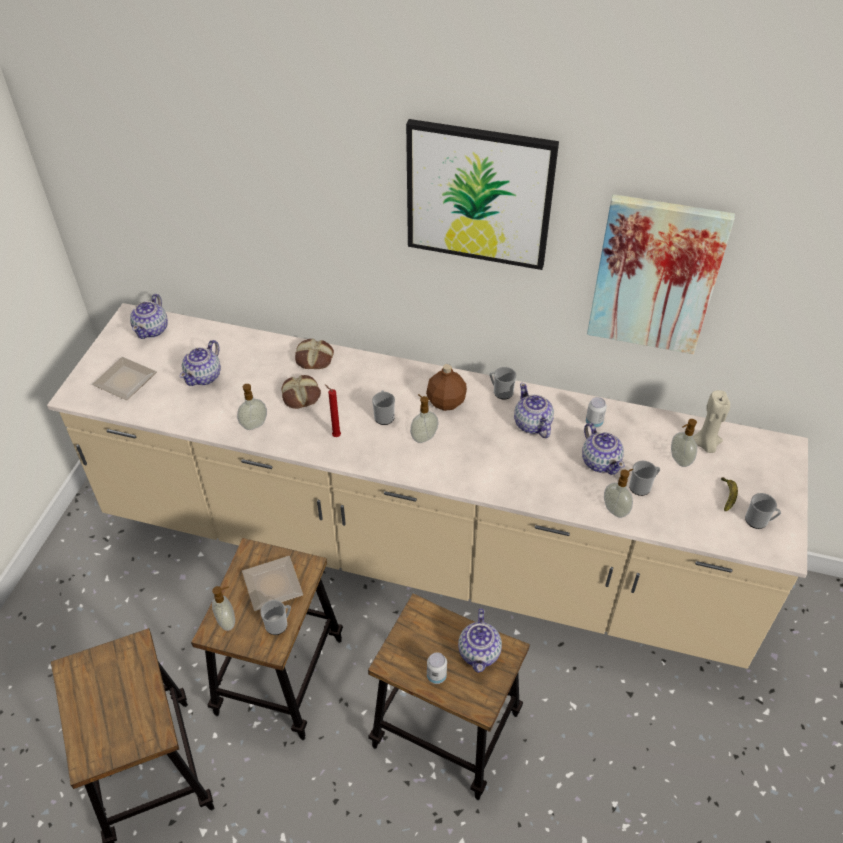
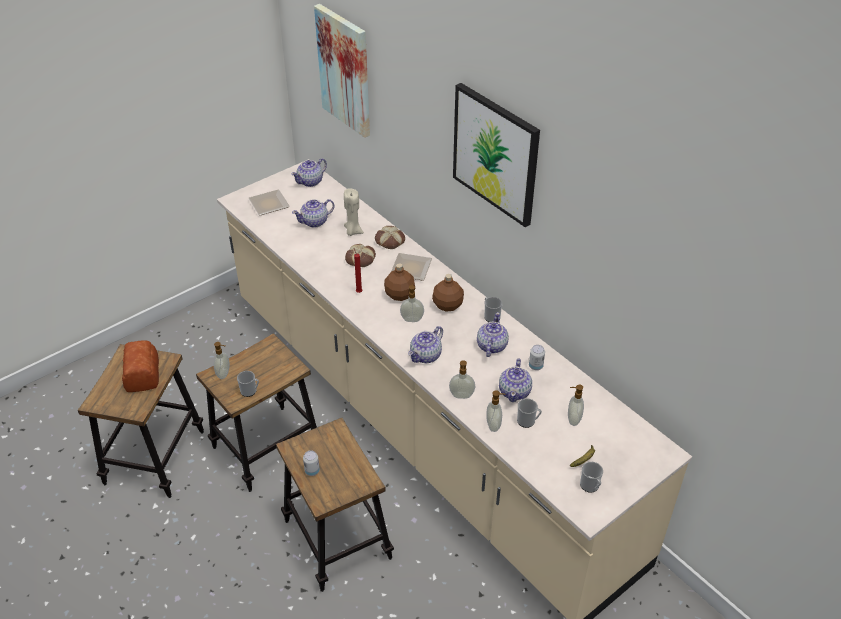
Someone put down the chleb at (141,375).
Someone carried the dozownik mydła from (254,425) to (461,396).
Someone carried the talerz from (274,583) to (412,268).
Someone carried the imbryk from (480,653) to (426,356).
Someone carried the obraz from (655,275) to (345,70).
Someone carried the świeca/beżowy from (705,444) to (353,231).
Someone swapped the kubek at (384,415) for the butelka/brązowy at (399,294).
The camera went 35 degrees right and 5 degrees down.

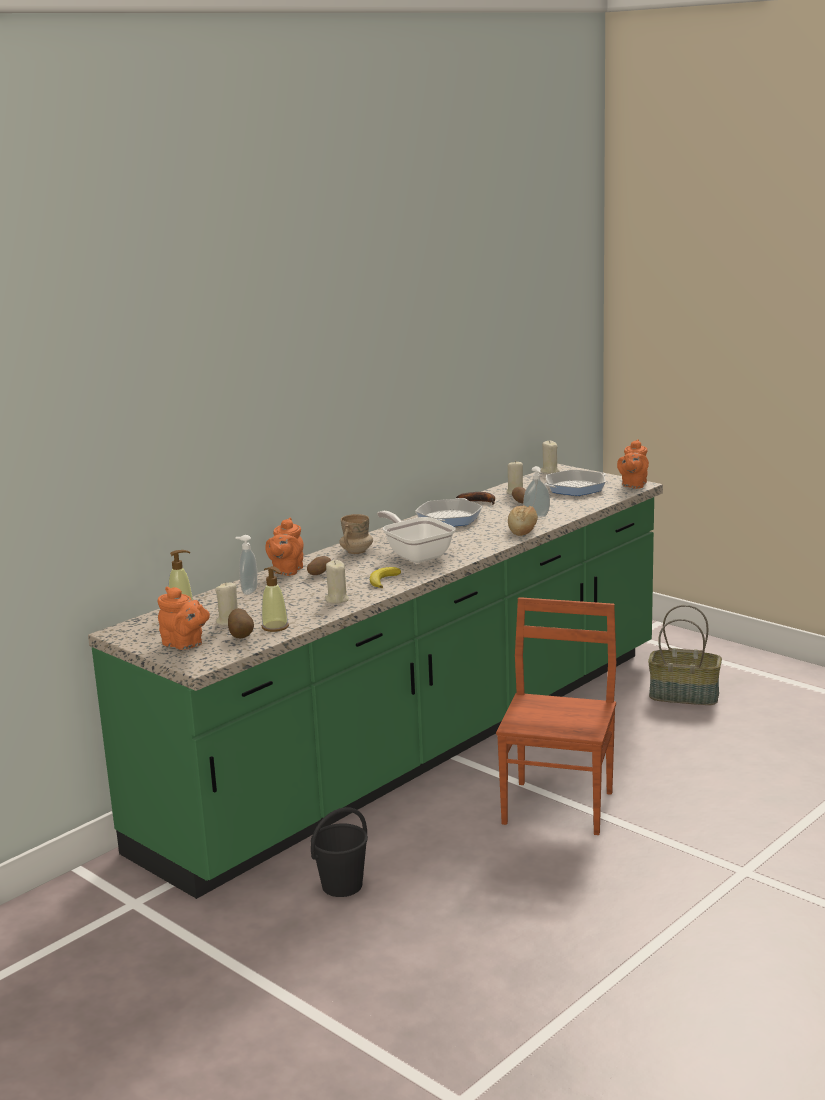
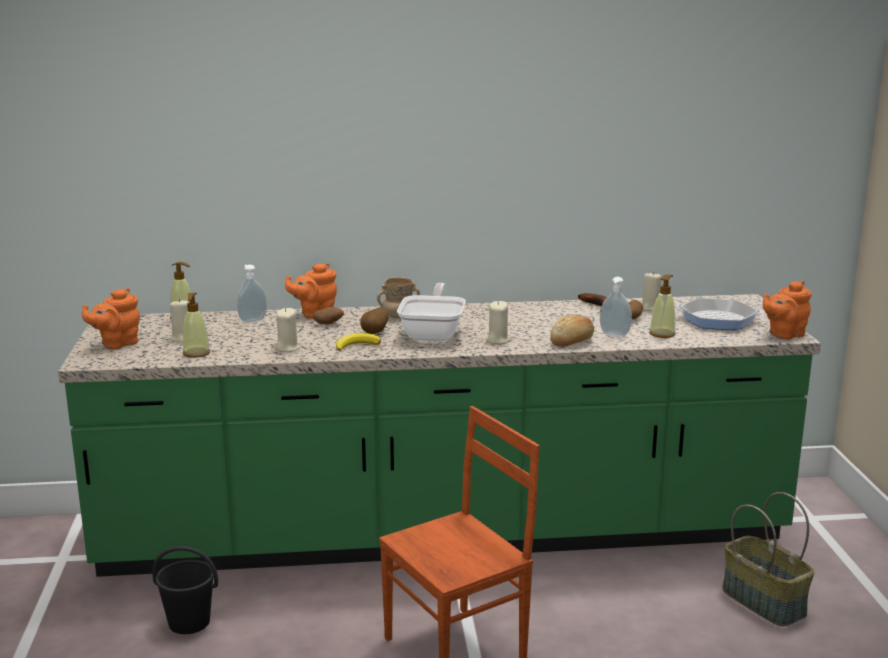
Someone took away the patelnia at (449,518).
Someone put down the dozownik mydła at (662,334).
Someone carried the ziemniak from (241,636) to (375,333).
Someone carried the świeca/beżowy from (549,471) to (497,340).
Someone rotated the imbryk/pomarańczowy at (185,644) by 60 degrees clockwise.
The camera went 40 degrees right and 0 degrees up.

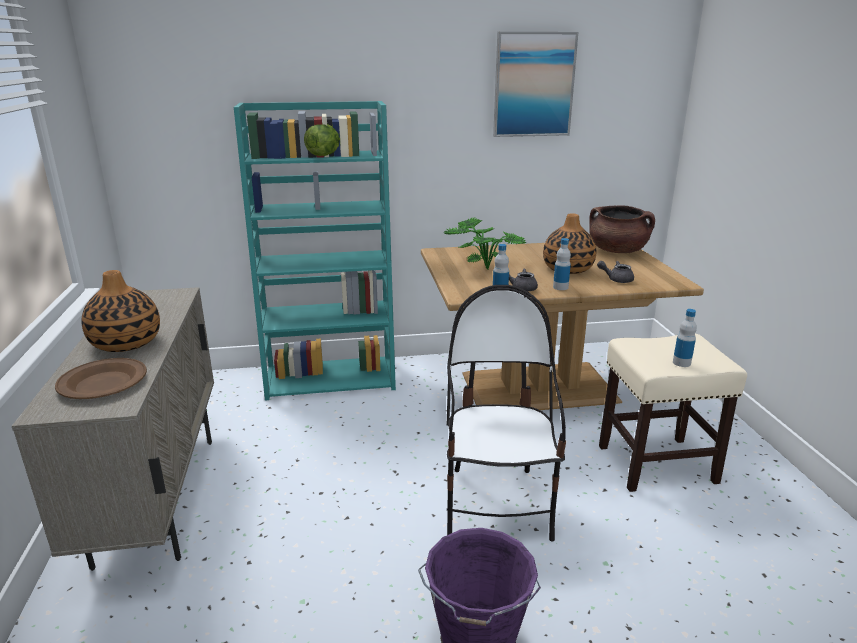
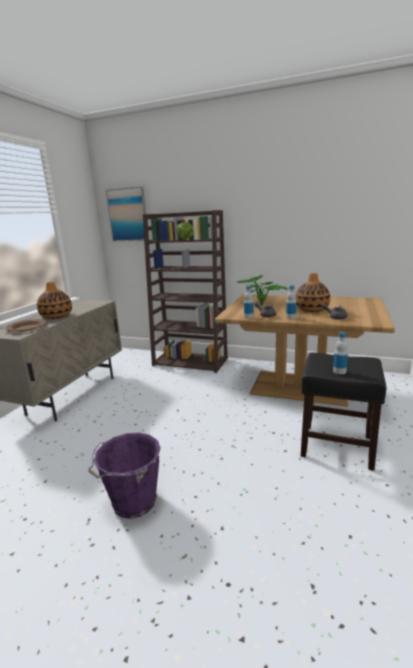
Someone took away the krzesło at (497,505).
Someone took away the garnek/brązowy at (617,251).
Someone carried the obraz from (533,85) to (128,215).
Someone repainted the regał/turkusowy at (332,378), which became the regał/brązowy at (191,362).
Someone repainted the stołek/beżowy at (655,464), which became the stołek/czarny at (335,446).
The camera went 30 degrees right and 5 degrees down.

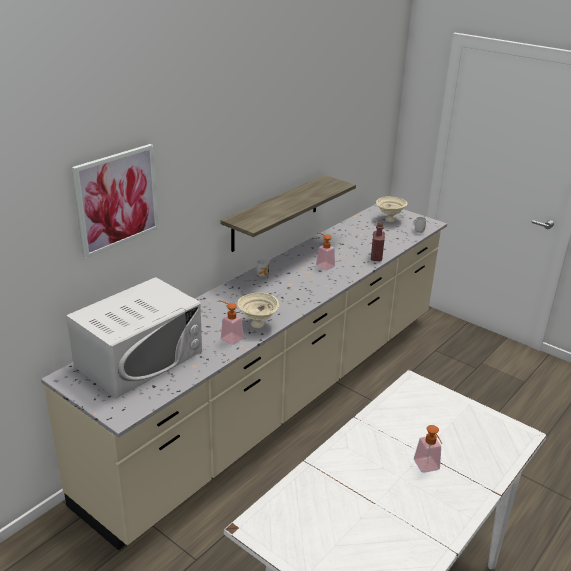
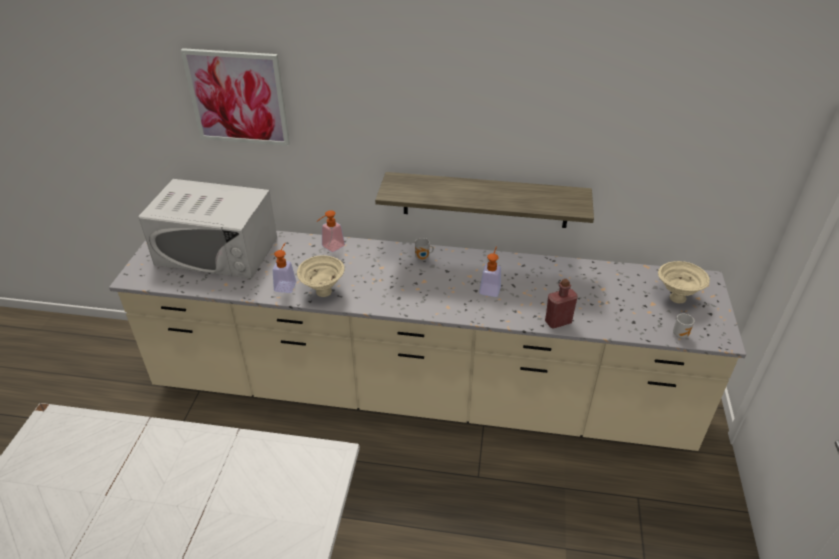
Someone carried the dozownik mydła from (428,468) to (330,248).
The camera went 60 degrees right and 10 degrees up.

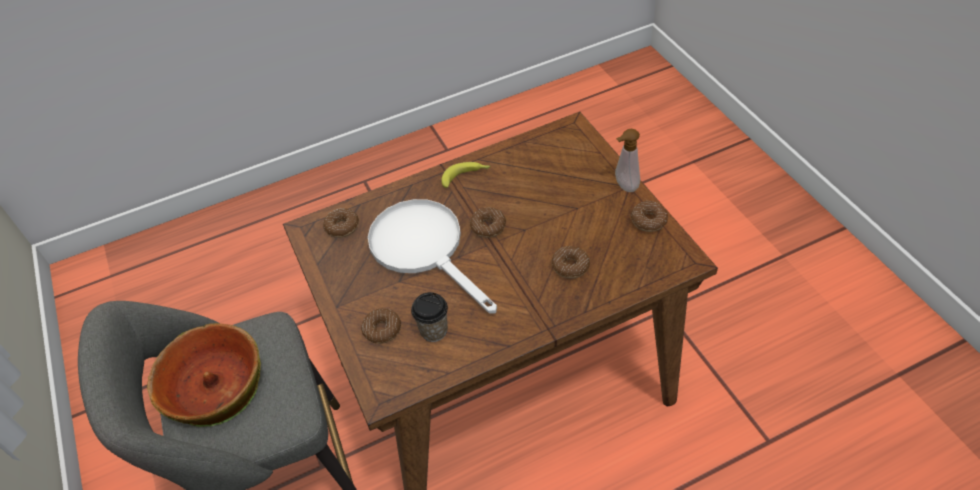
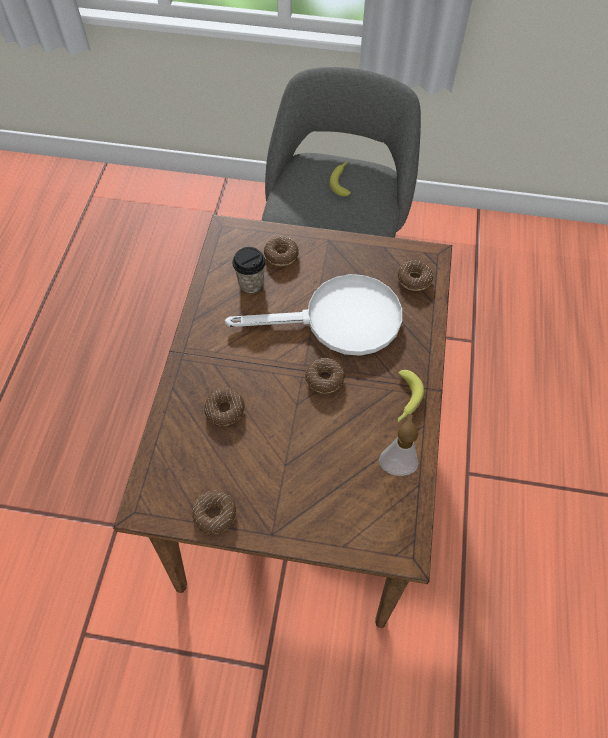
Someone carried the dozownik mydła from (624,186) to (396,465).
Someone swapped the miska at (214,386) for the banan at (342,181).
The camera went 120 degrees right and 10 degrees up.

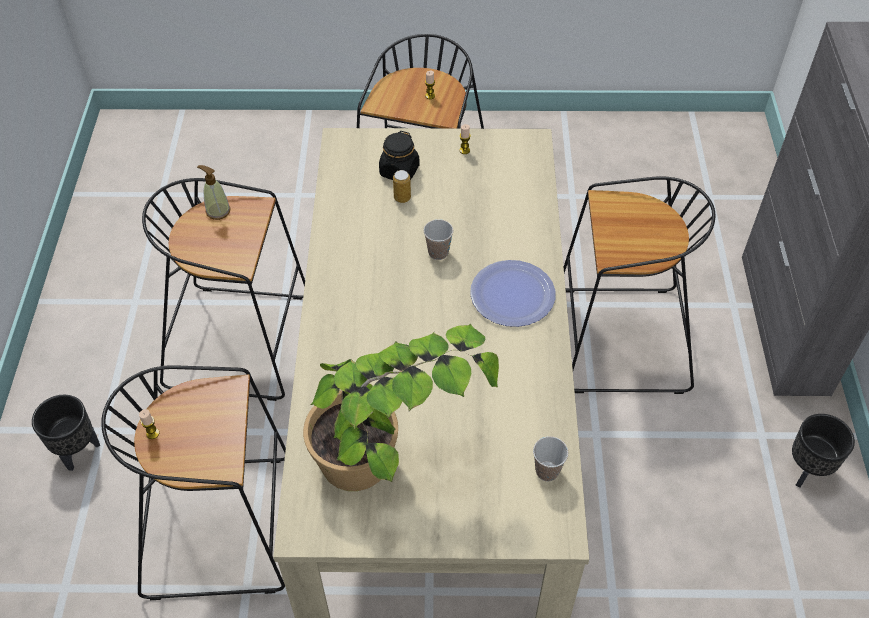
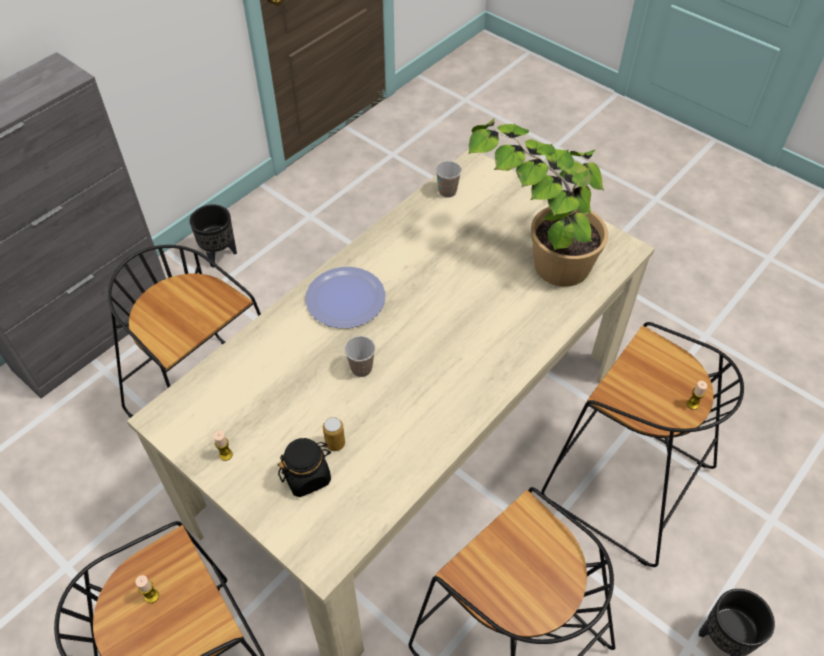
Someone took away the dozownik mydła at (218,211).
The camera went 140 degrees left and 0 degrees up.

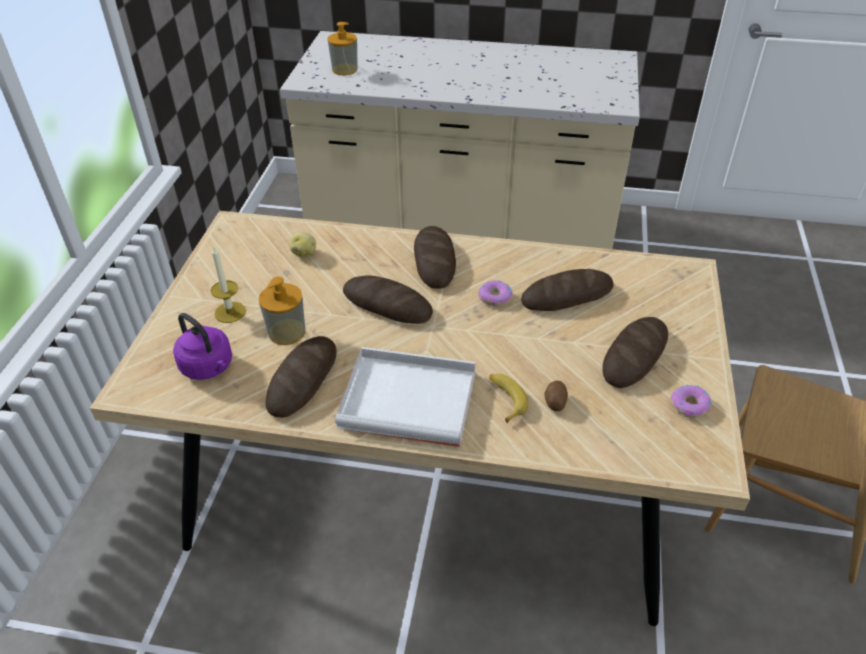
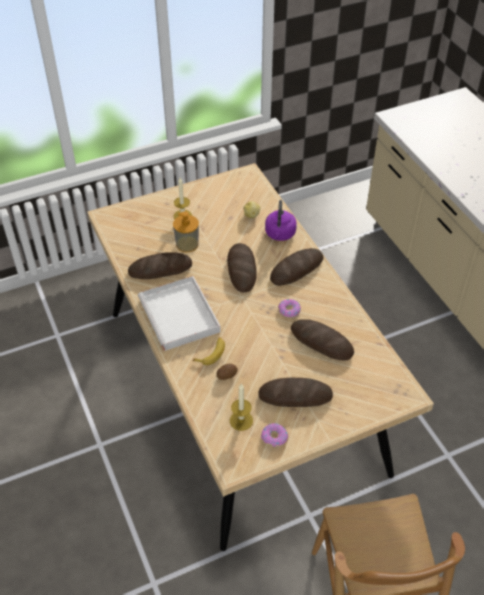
Someone took away the dozownik mydła at (344,69).
Someone put down the świeca at (241,420).
Someone carried the czajnik/fioletowy from (209,367) to (280,234).
The camera went 55 degrees right and 5 degrees up.

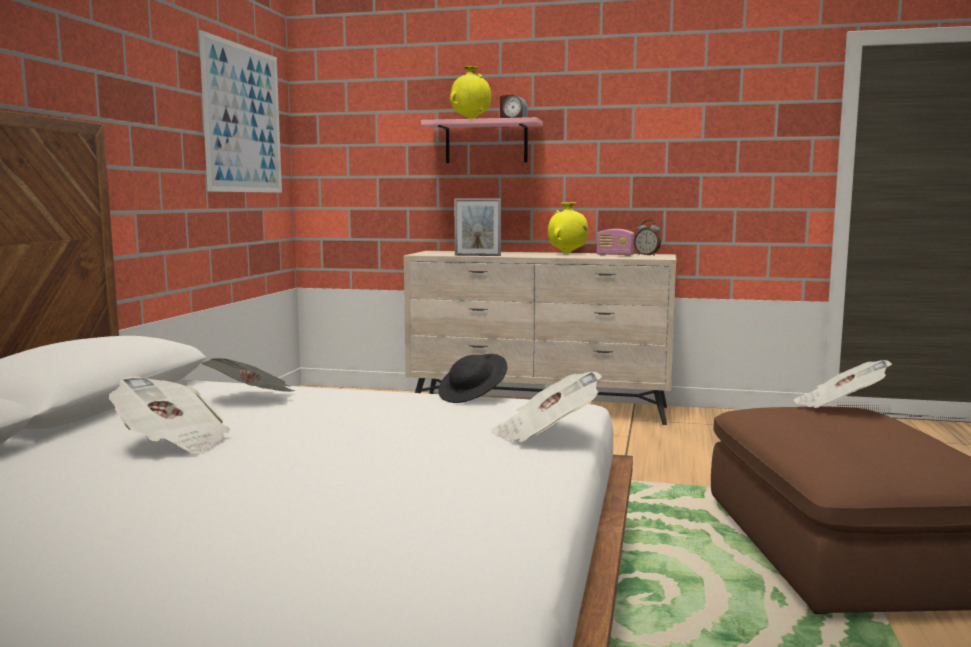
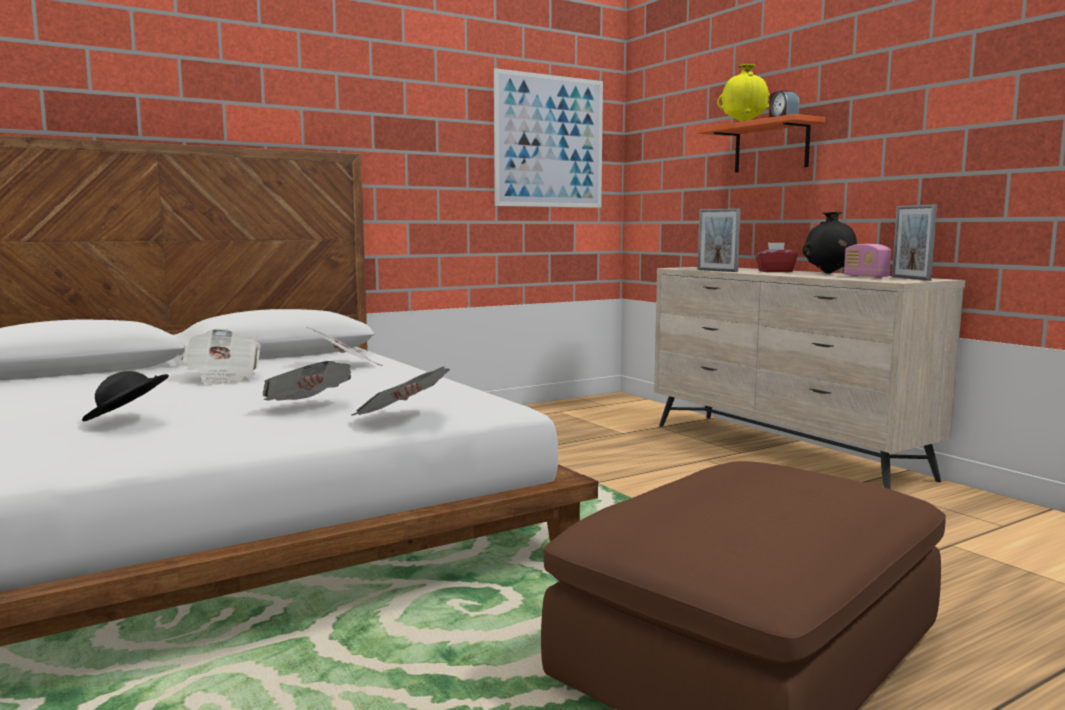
Someone put down the pudełko chusteczek/czerwony at (775,271).
Someone carried the kapelusz/czarny from (473,396) to (127,419).
Someone carried the gazeta from (839,406) to (308,407).
Someone swapped the budzik at (647,255) for the ramka na zdjęcie at (910,278).
Someone repainted the półka/różowy at (486,142), which became the półka/pomarańczowy at (771,147).
Someone repainted the wazon/żółty at (567,253), which became the wazon/czarny at (829,273).
The camera went 45 degrees right and 0 degrees up.

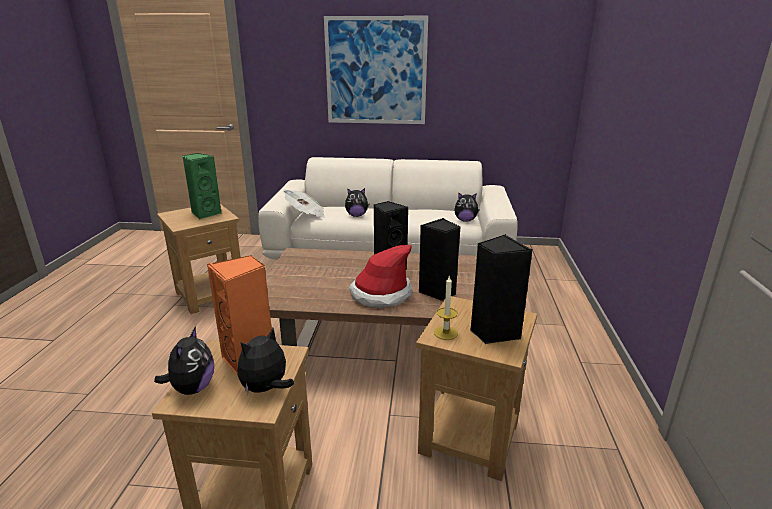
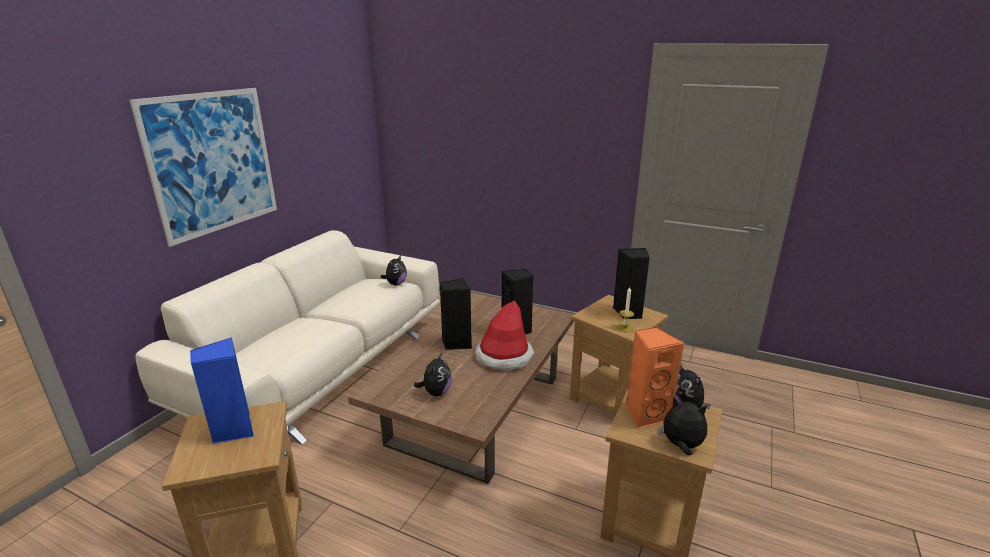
Someone took away the gazeta at (306,214).
Someone carried the pluszak from (356,215) to (436,392).
Someone repainted the głośnik/zielony at (205,214), which became the głośnik/niebieski at (232,430).
The camera went 70 degrees left and 0 degrees up.

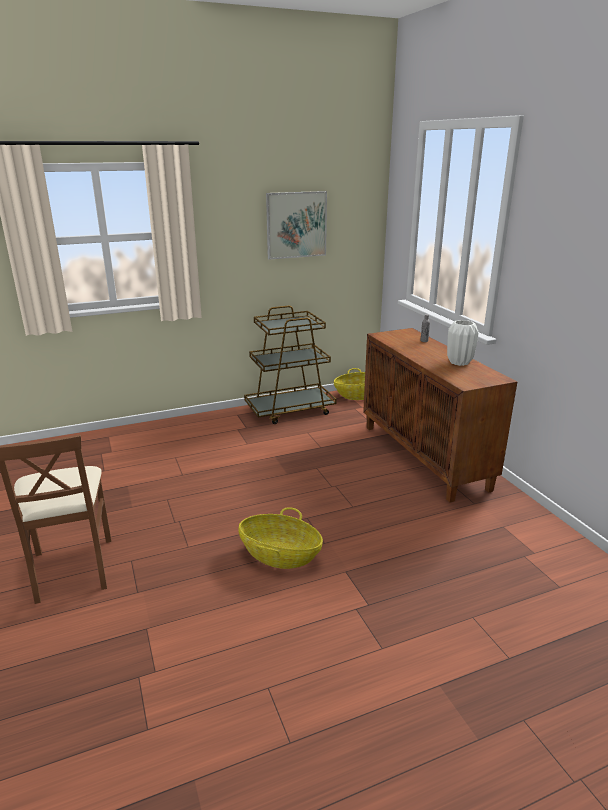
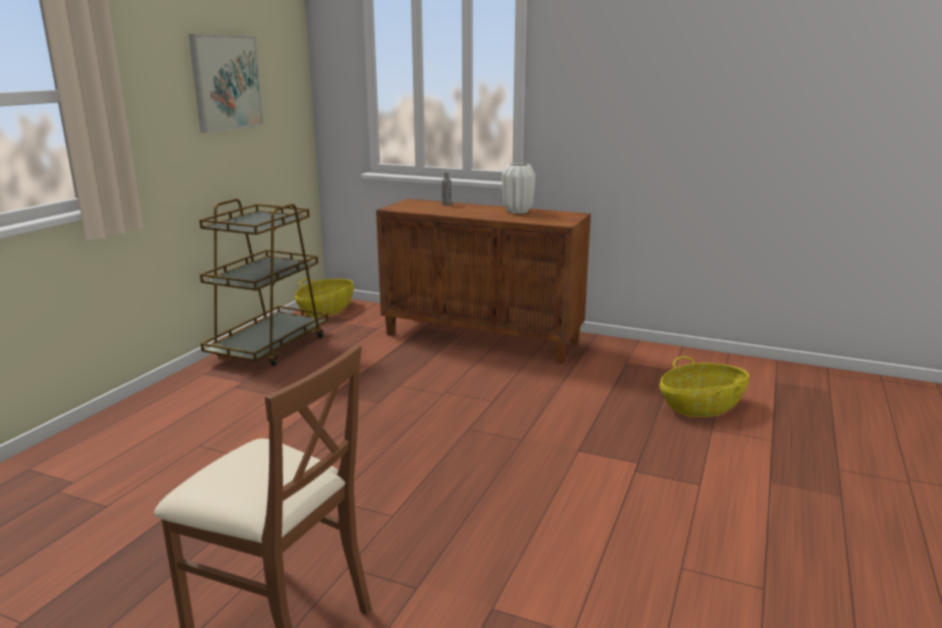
Someone carried the koszyk from (280,555) to (701,406).
The camera went 45 degrees left and 5 degrees down.

